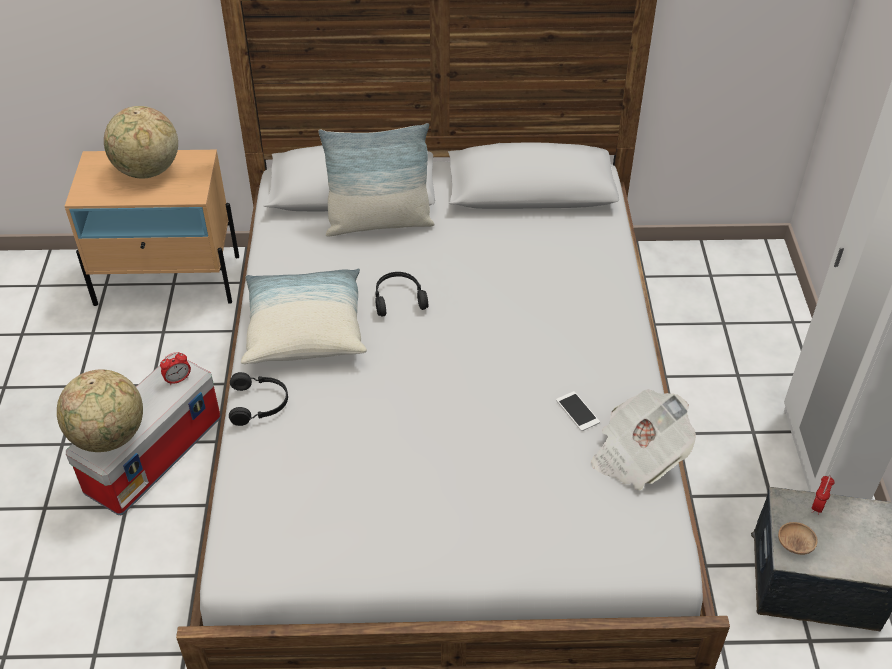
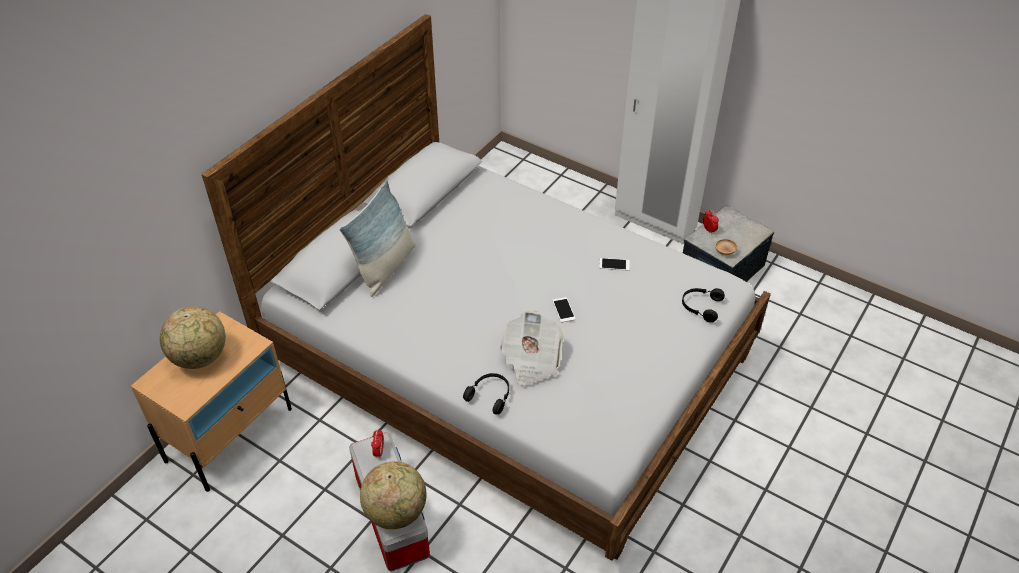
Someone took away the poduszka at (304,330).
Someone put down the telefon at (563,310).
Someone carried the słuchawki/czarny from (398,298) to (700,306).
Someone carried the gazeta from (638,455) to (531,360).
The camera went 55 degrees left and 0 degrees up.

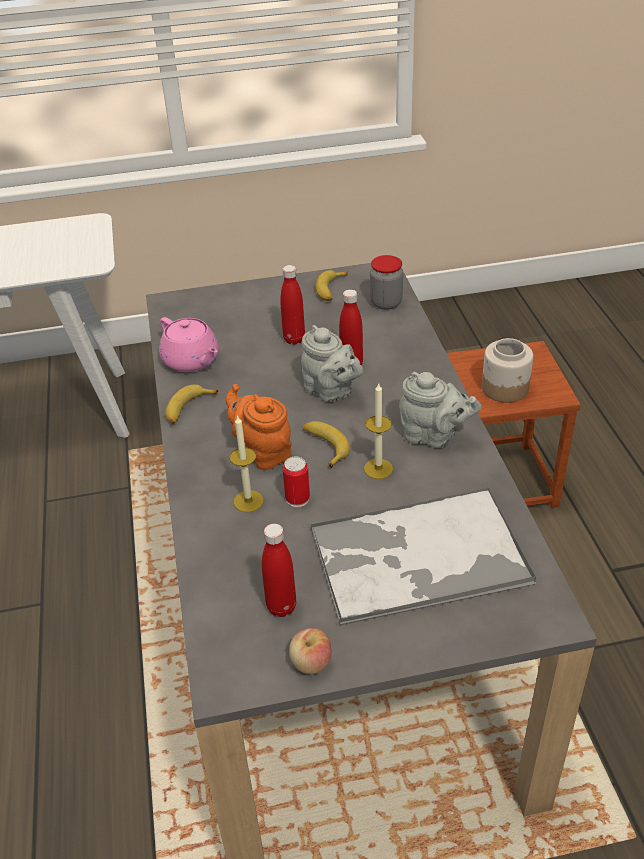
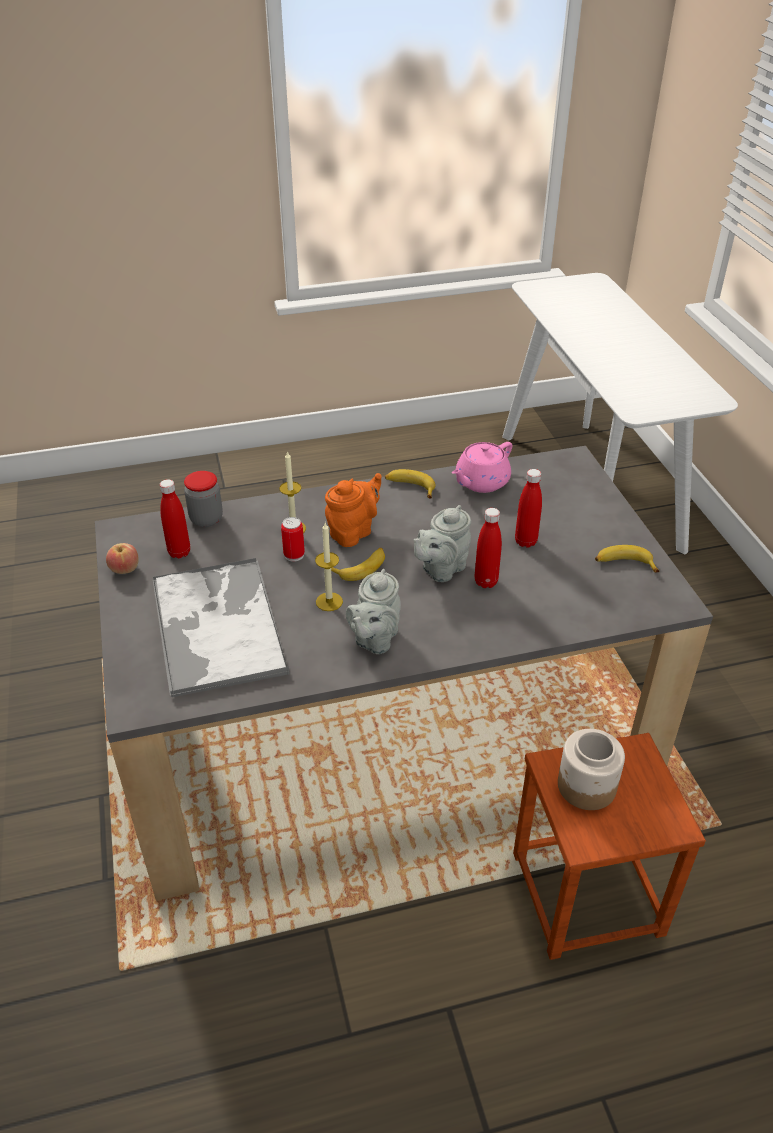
Someone carried the słoik from (386,303) to (206,519).
The camera went 85 degrees right and 0 degrees up.

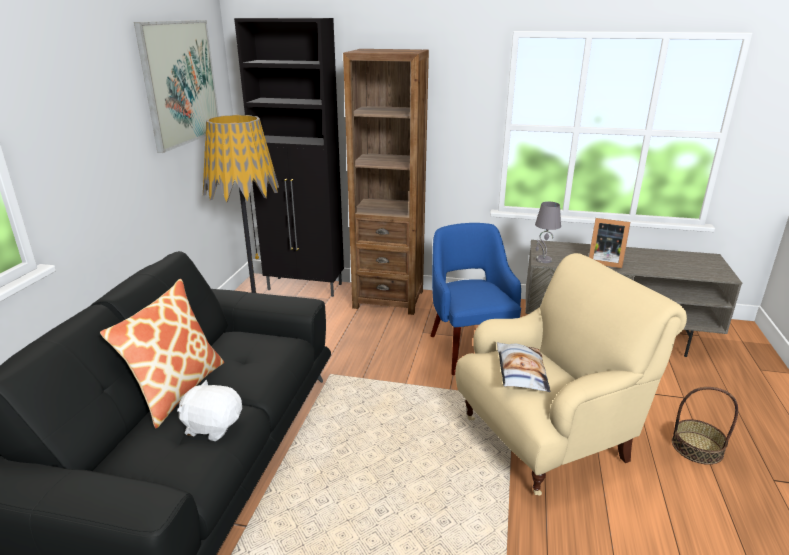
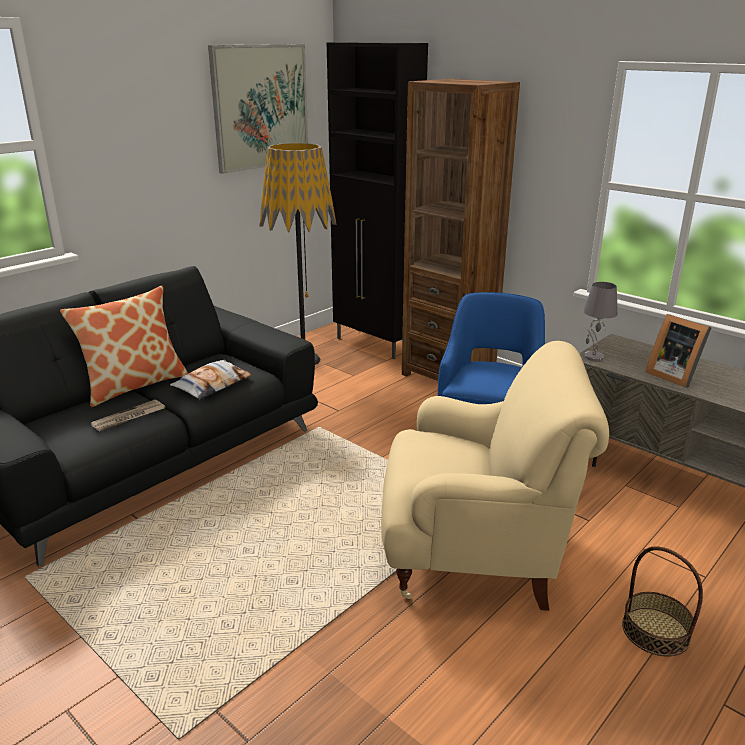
Someone carried the poduszka from (520,372) to (212,385).
Someone swapped the pluszak/biały at (213,426) for the gazeta at (128,418).
The camera went 30 degrees right and 0 degrees up.

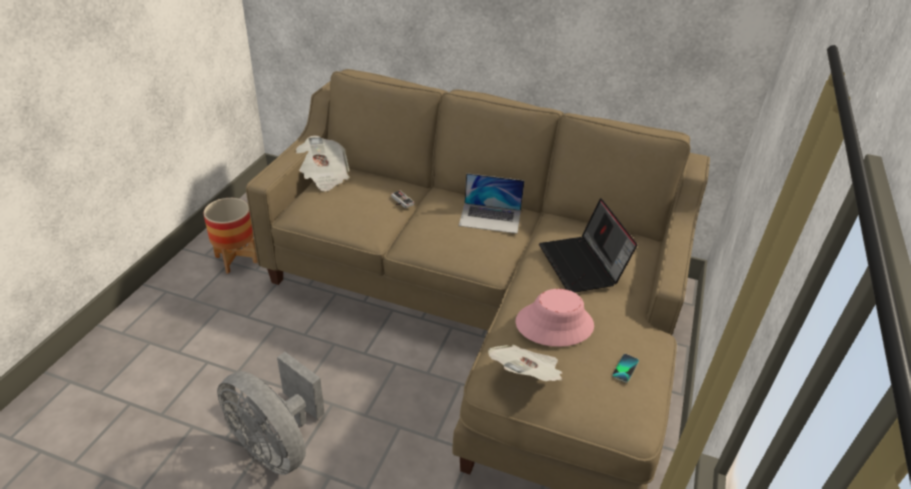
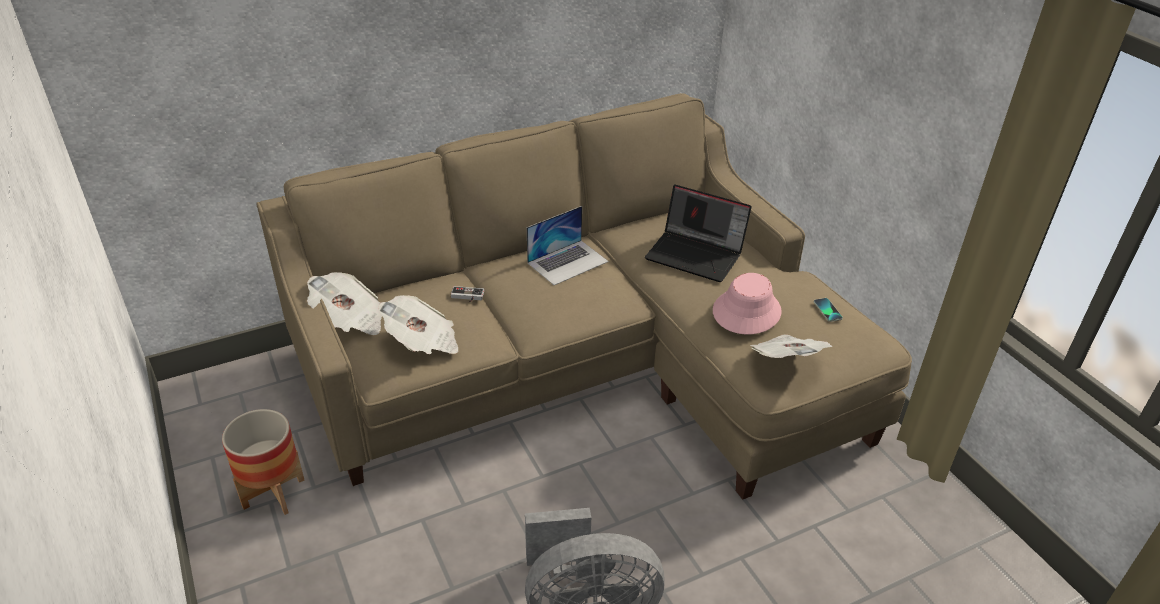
Someone put down the gazeta at (423,342).
The camera went 45 degrees left and 0 degrees up.

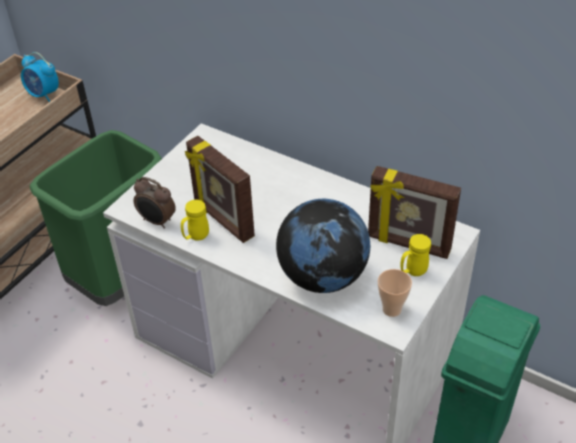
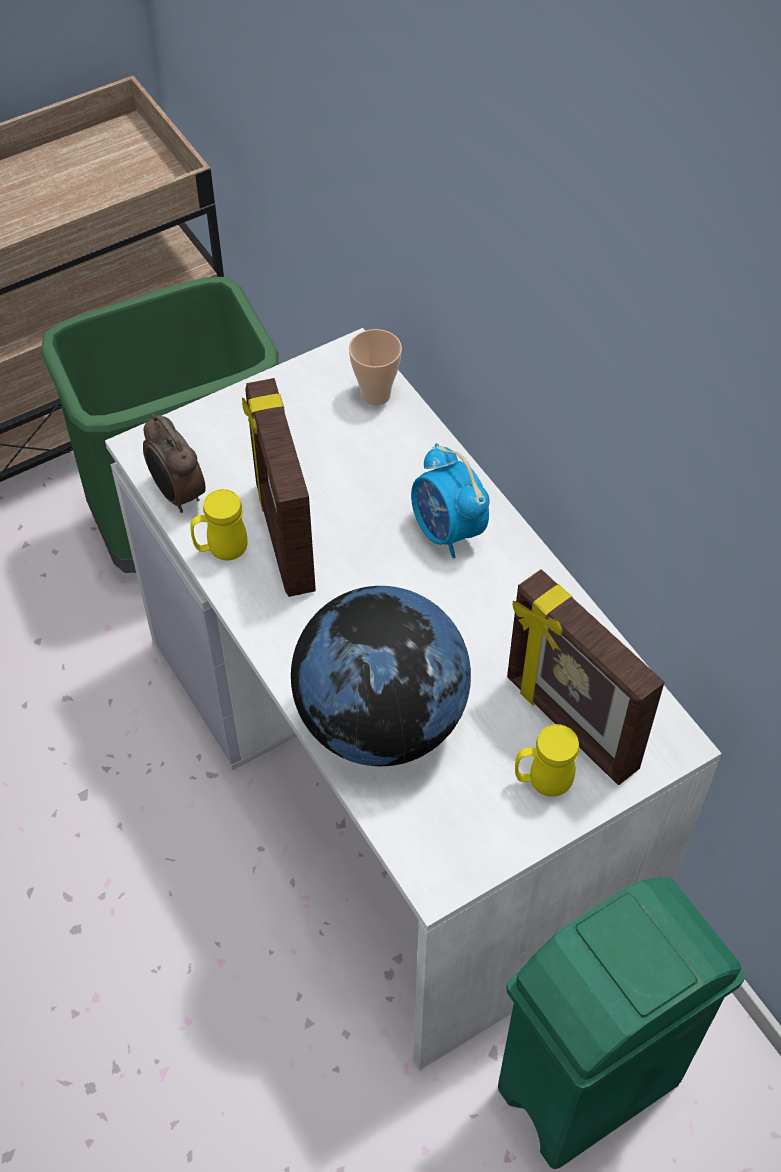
Someone carried the budzik from (43,95) to (447,531).
Someone carried the filiżanka from (392,309) to (375,394).
The camera went 25 degrees right and 10 degrees up.

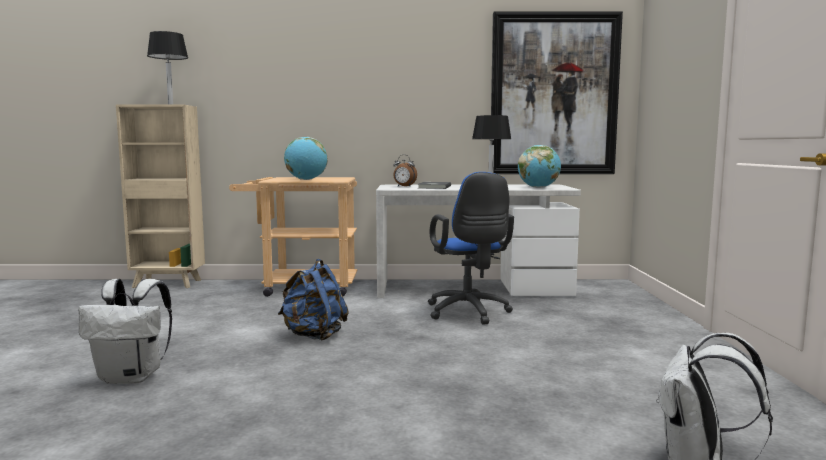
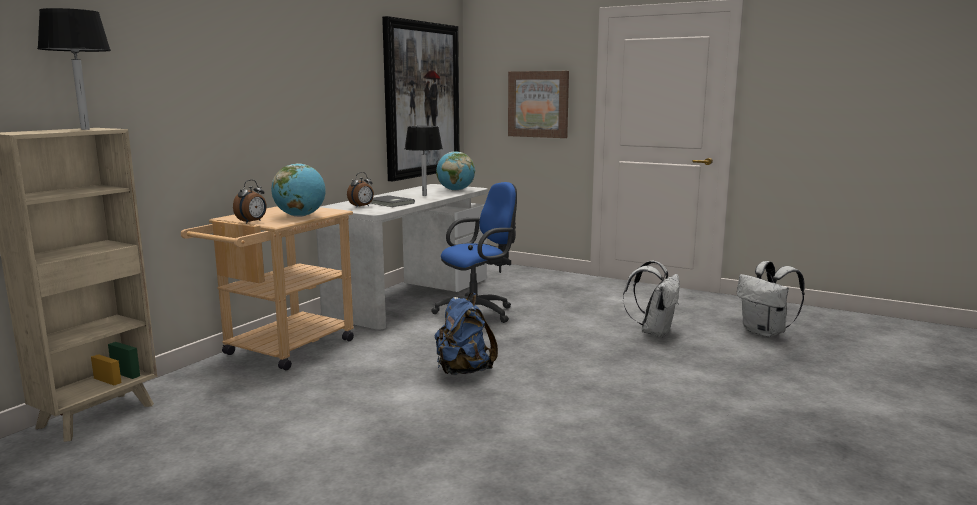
Someone put down the budzik at (252,222).
Someone put up the obraz at (538,104).
Someone carried the plecak/biały from (132,377) to (654,332).
Someone rotated the krzesło biurowe/niebieski at (469,313) by 45 degrees counterclockwise.
The camera went 60 degrees left and 5 degrees up.

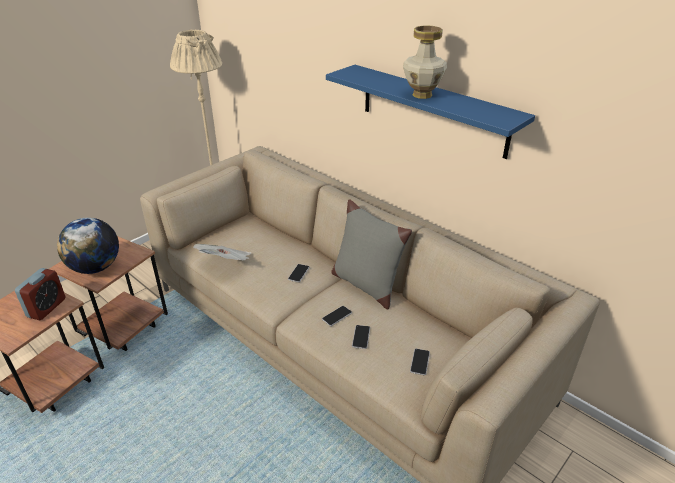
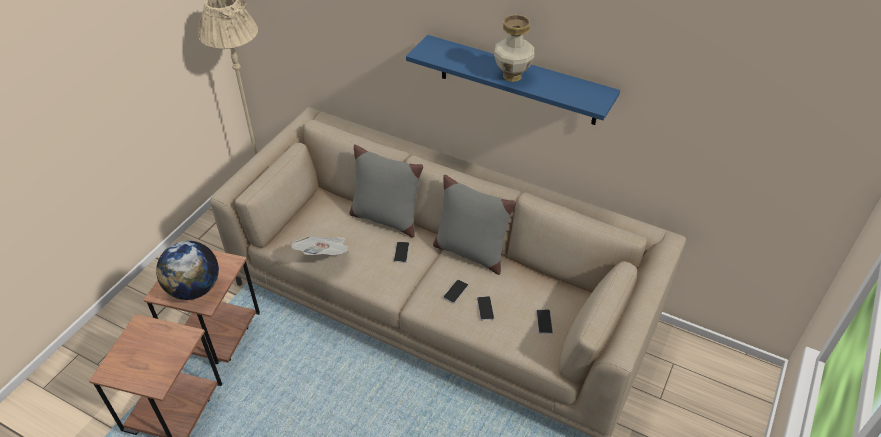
Someone took away the budzik at (46,308).
Someone put down the poduszka/szary at (385,218).
The camera went 15 degrees left and 10 degrees up.

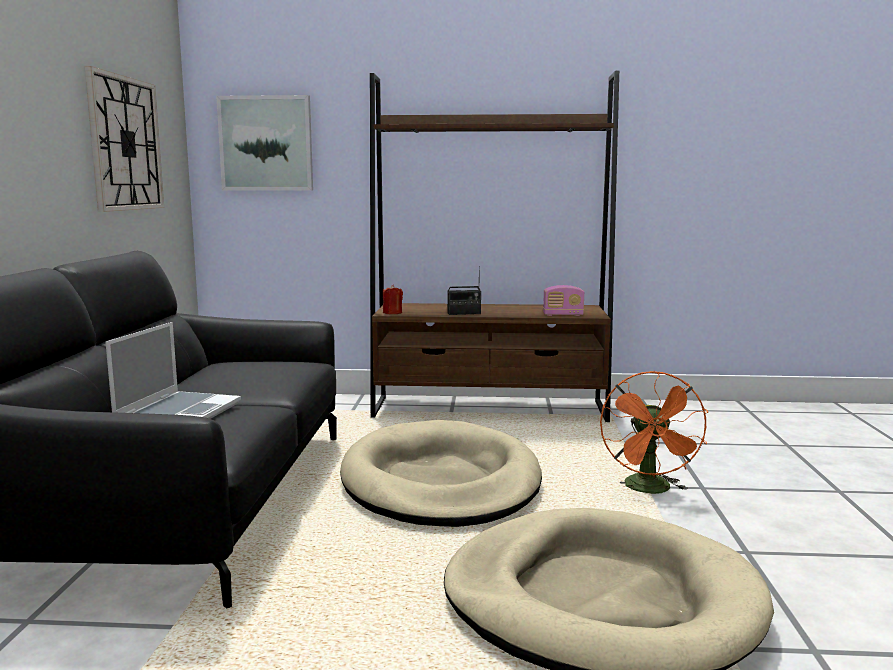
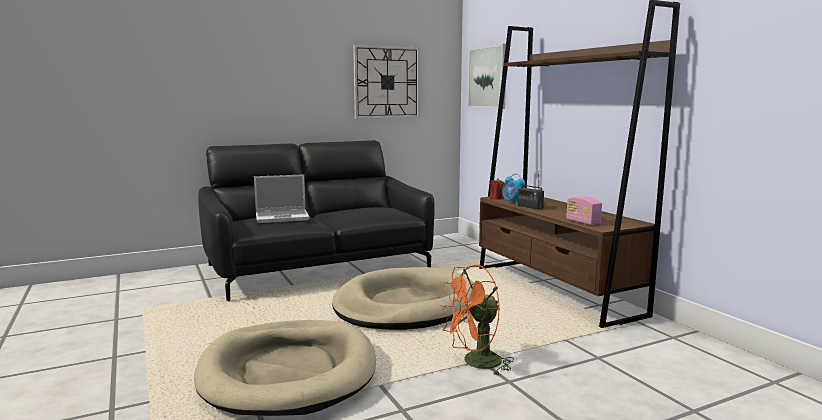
Someone put down the budzik at (512,202).
The camera went 60 degrees right and 0 degrees up.

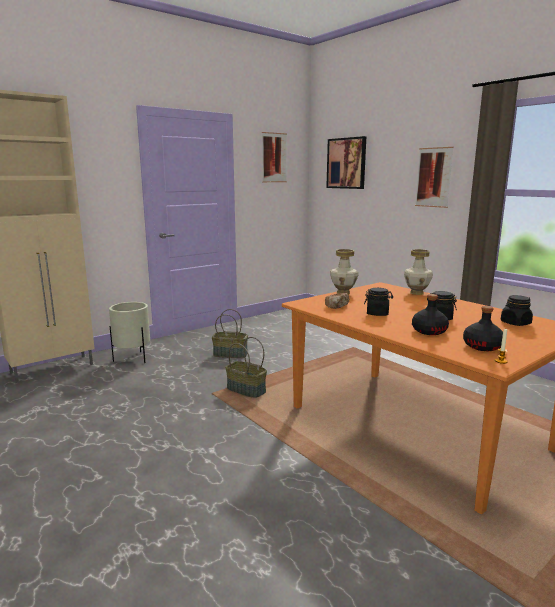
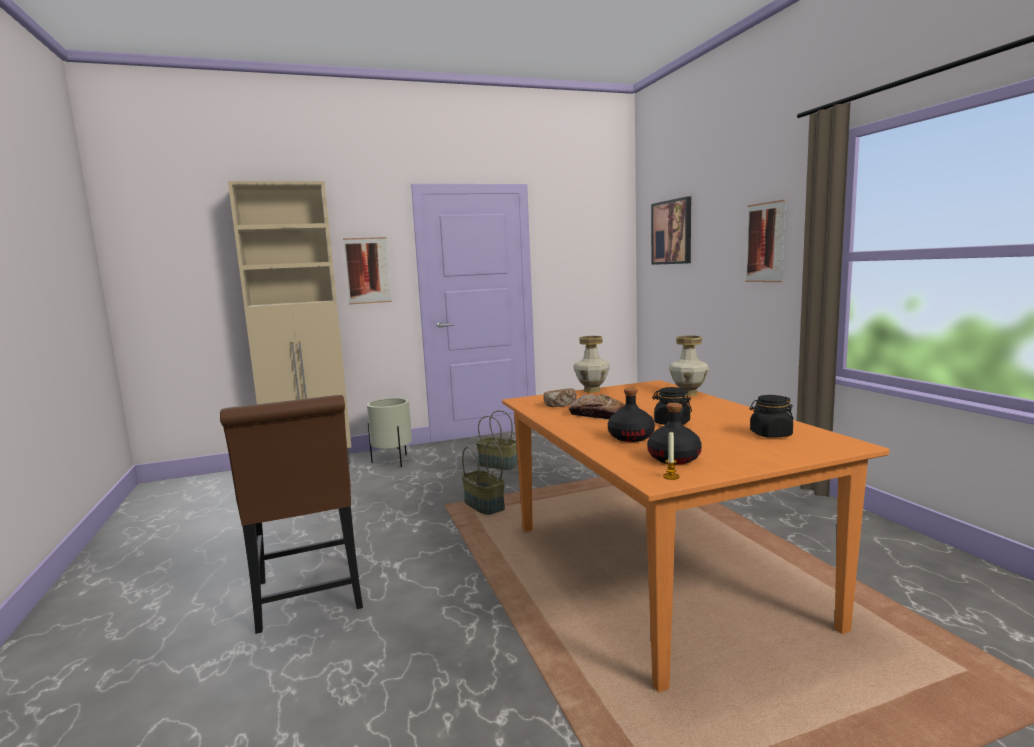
Someone put down the krzesło/brązowy at (309,600).
Someone carried the obraz from (274,157) to (367,270).
Someone swapped the słoik/czarny at (377,313) for the chleb at (597,415).
The camera went 20 degrees right and 5 degrees down.

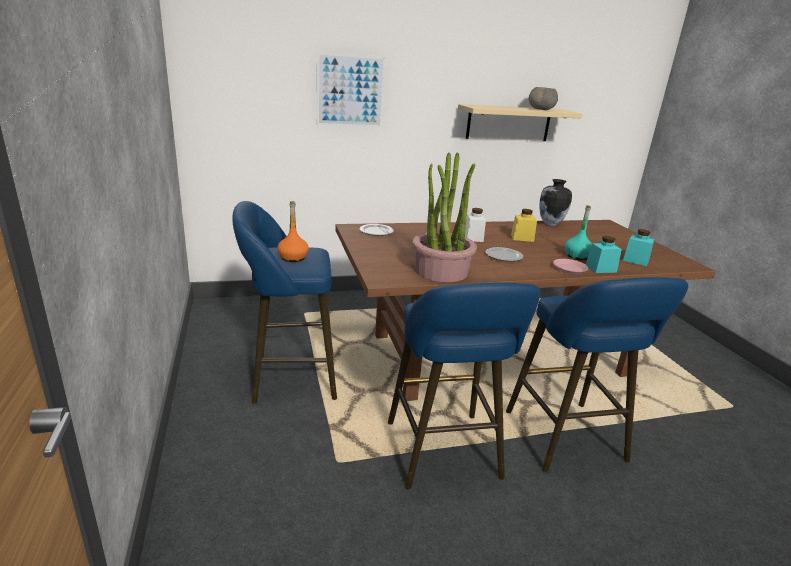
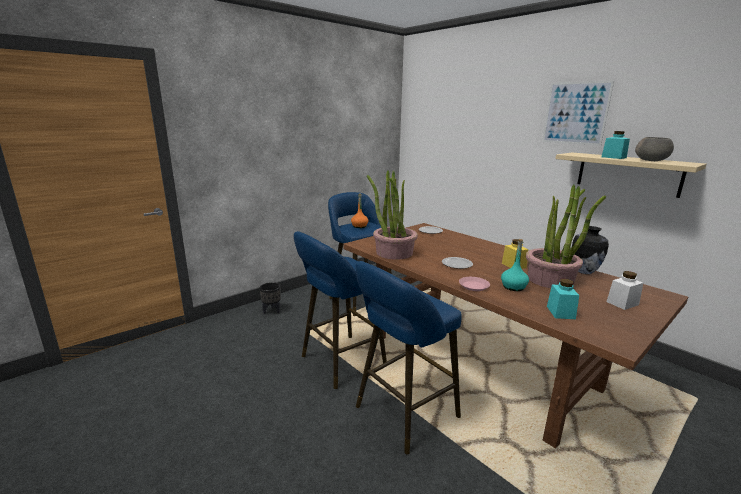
Someone put down the donica/czarny at (272,311).
Someone put down the roślina doniczkowa at (550,280).
Someone carried the obraz from (350,91) to (575,113).
Someone carried the słoik/biały from (473,238) to (622,303).
Someone carried the słoik/turkusowy from (600,269) to (613,157).
The camera went 65 degrees right and 5 degrees down.

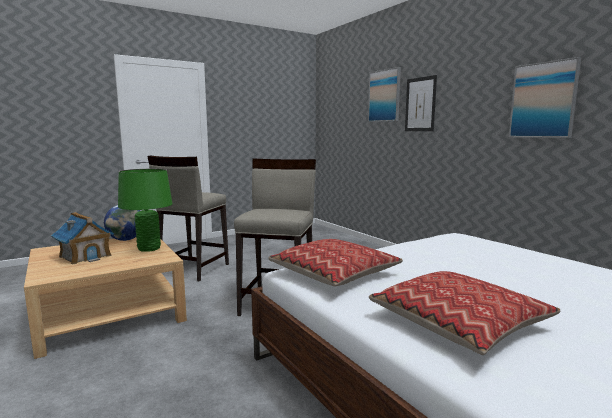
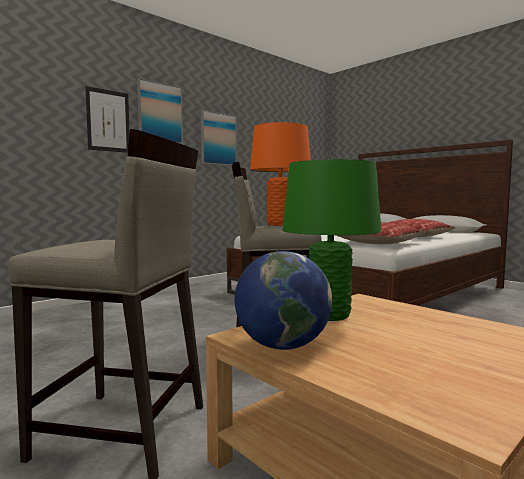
Someone took away the domek at (85,256).
Someone put down the lampa stołowa/pomarańczowy at (280,225).
Someone carried the obraz from (384,96) to (160,113).
The camera went 100 degrees left and 5 degrees down.

